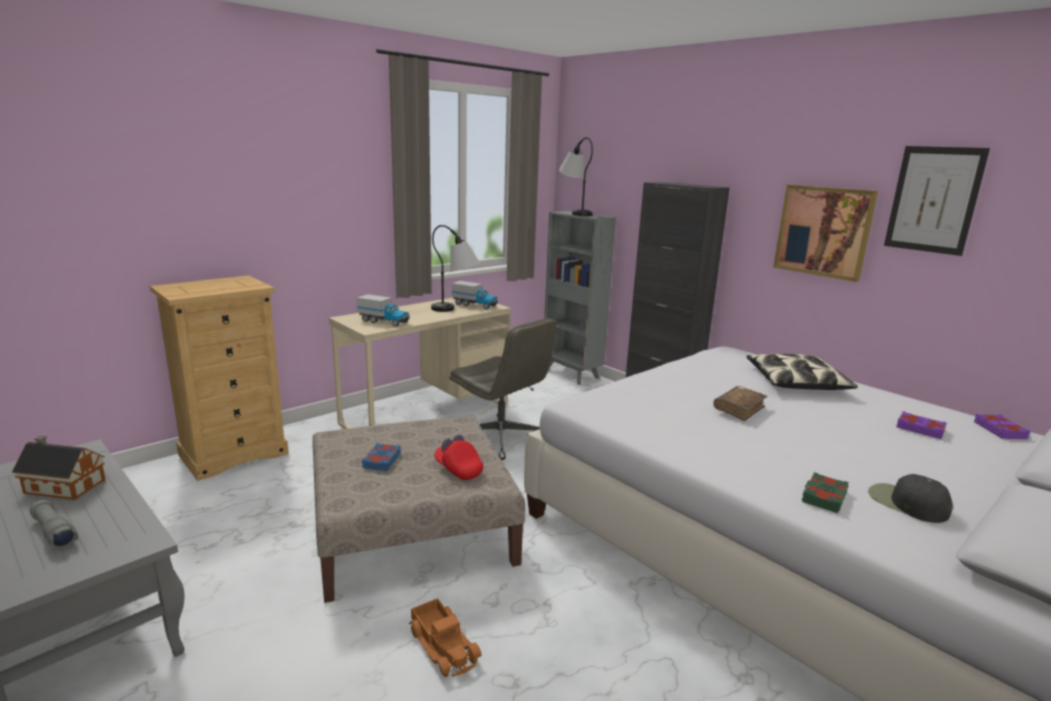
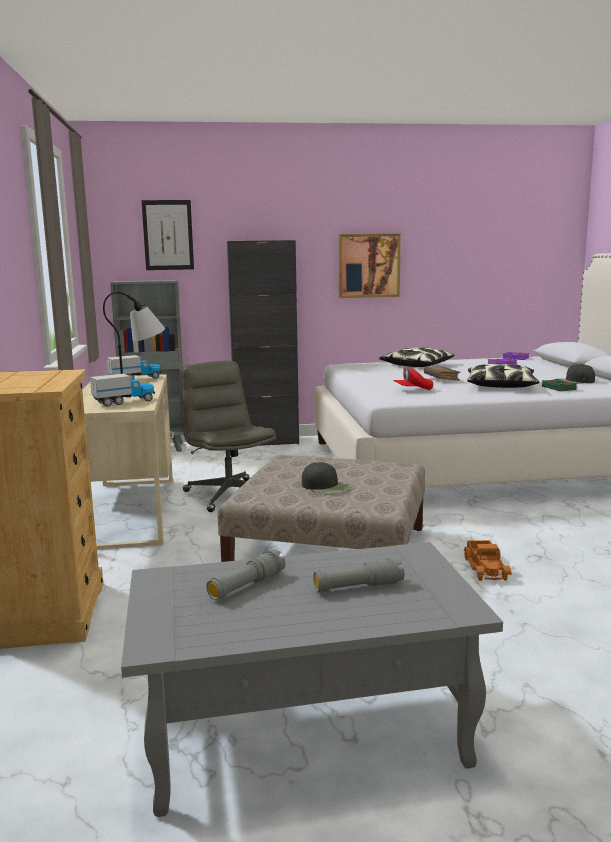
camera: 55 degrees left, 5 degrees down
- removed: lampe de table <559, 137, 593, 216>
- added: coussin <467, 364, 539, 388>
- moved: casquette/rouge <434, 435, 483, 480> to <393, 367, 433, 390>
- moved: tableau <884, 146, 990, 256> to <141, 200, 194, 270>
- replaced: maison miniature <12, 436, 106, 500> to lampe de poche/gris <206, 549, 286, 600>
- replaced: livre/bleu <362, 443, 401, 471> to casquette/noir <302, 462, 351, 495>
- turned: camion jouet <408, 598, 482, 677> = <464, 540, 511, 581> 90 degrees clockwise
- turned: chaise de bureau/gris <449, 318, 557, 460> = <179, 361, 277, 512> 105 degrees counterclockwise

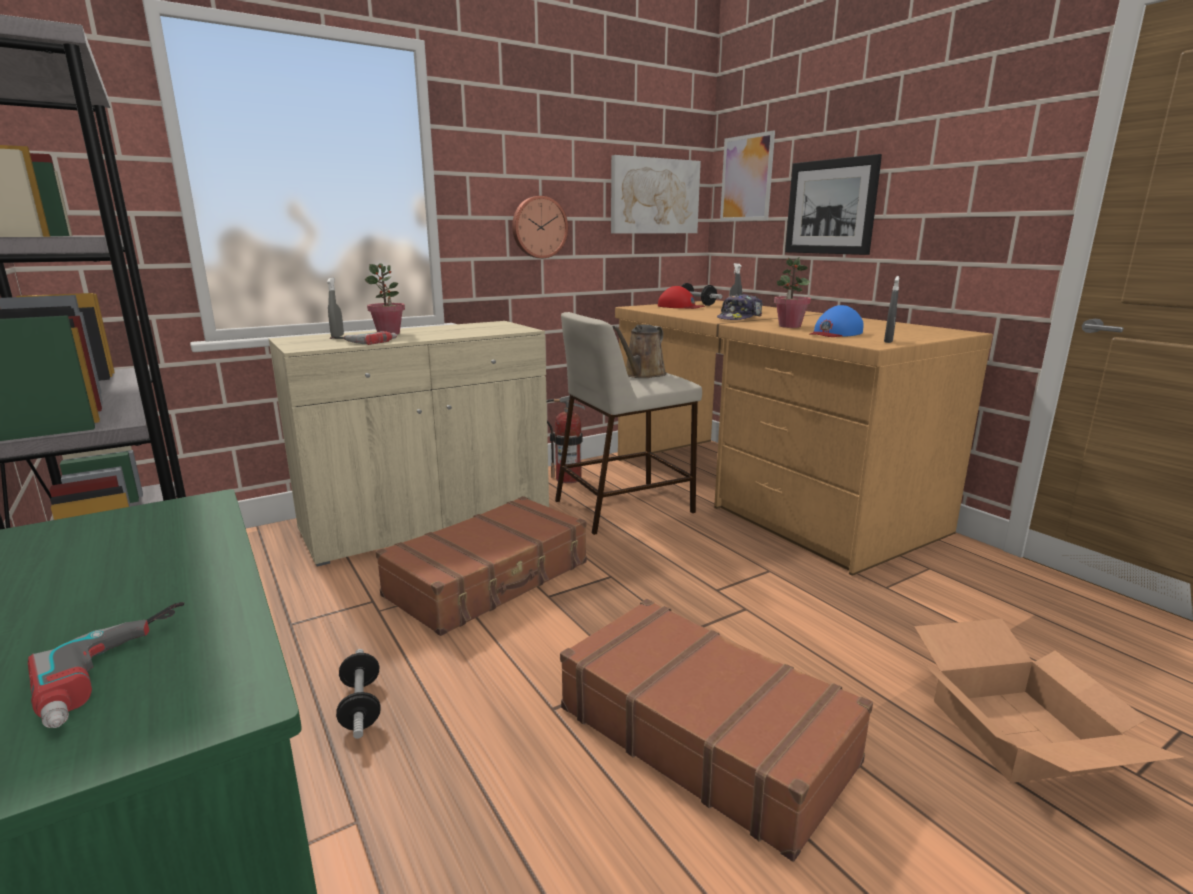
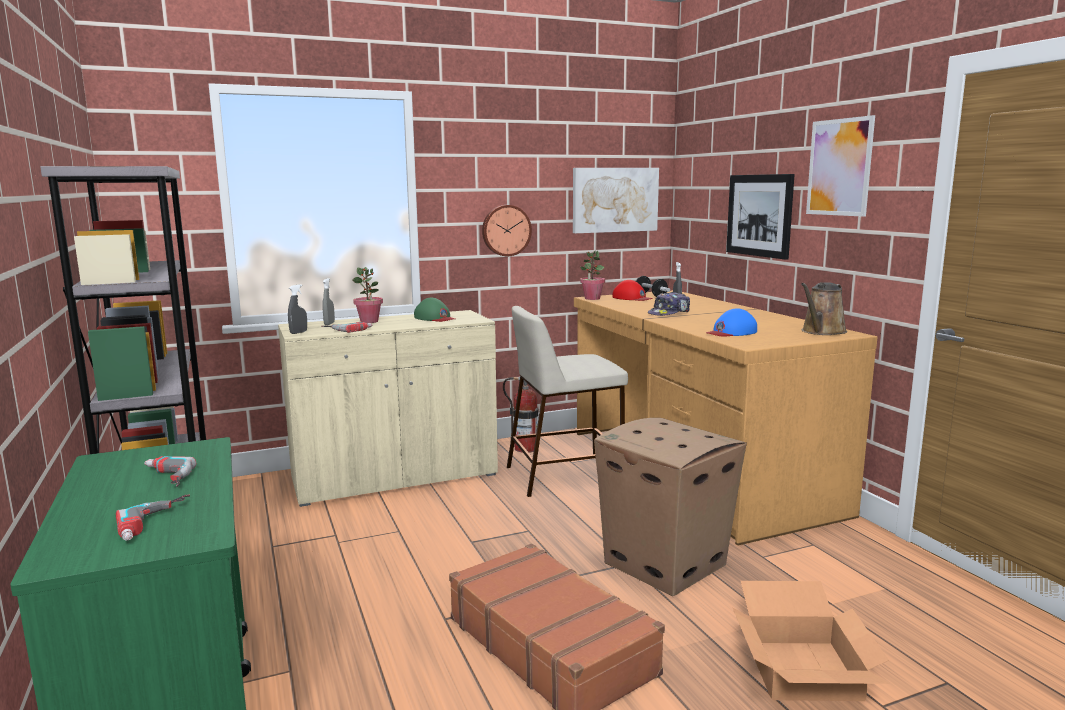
camera: 10 degrees right, 5 degrees down
- removed: haltère <336, 649, 381, 739>
- removed: valise/marron <376, 496, 587, 636>
- added: perceuse <144, 456, 196, 487>
- added: casquette/vert <414, 297, 455, 322>
- added: carton <594, 418, 747, 596>
- moved: arrosoir/marron <612, 325, 667, 378> to <801, 282, 847, 335>
- moved: tableau <720, 131, 775, 221> to <806, 115, 875, 217>
- moved: plante en pot <774, 258, 811, 328> to <580, 251, 605, 300>
- moved: vaporisateur/gris <884, 276, 899, 343> to <288, 284, 307, 334>

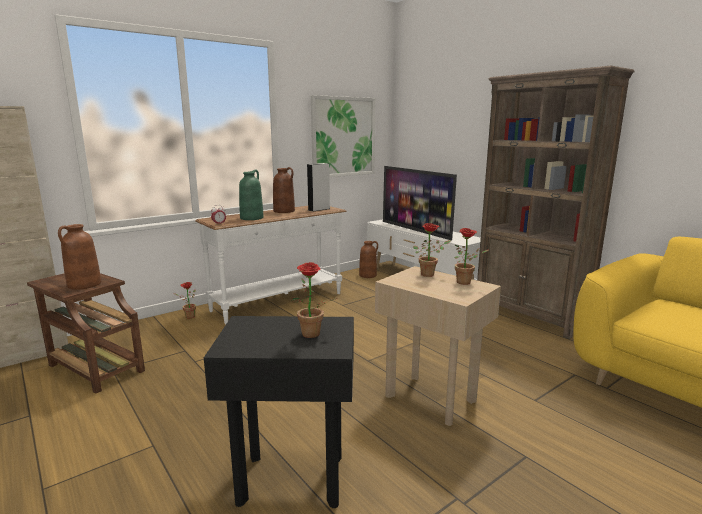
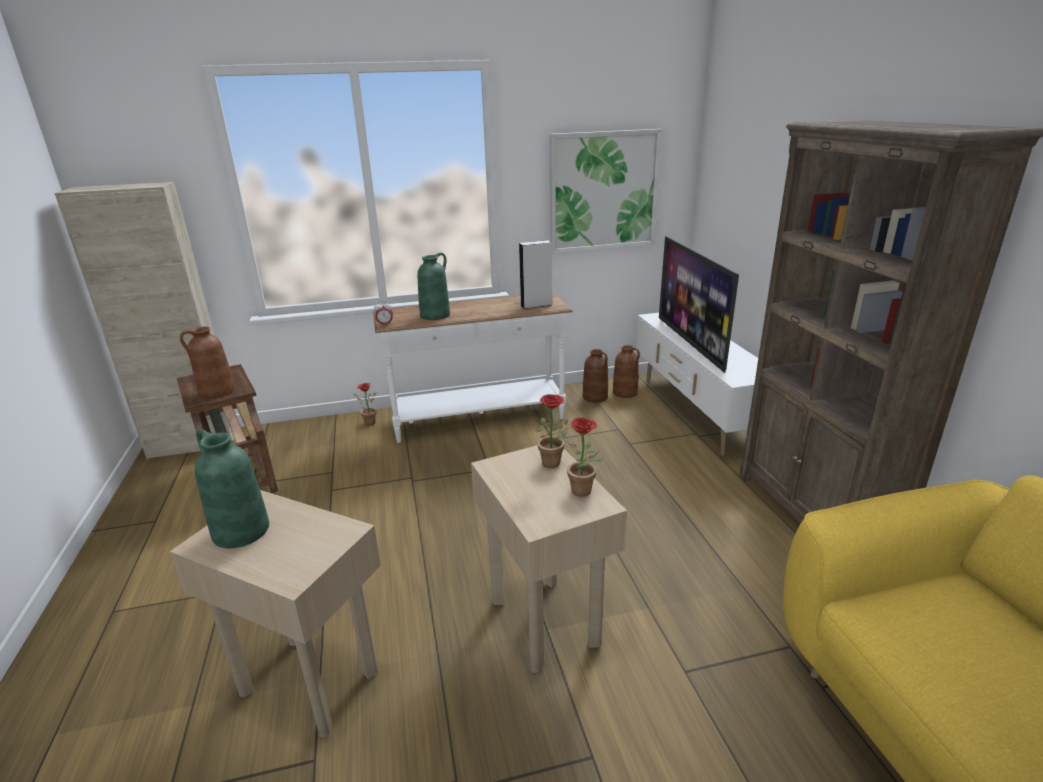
camera: 25 degrees right, 10 degrees up
- removed: plante en pot <291, 262, 337, 338>
- added: vase/vert <195, 429, 269, 548>
- moved: vase/marron <273, 167, 295, 213> to <583, 349, 608, 403>
- recoloured: table d'appoint/noir <204, 316, 354, 508> to table d'appoint/beige <170, 490, 381, 737>

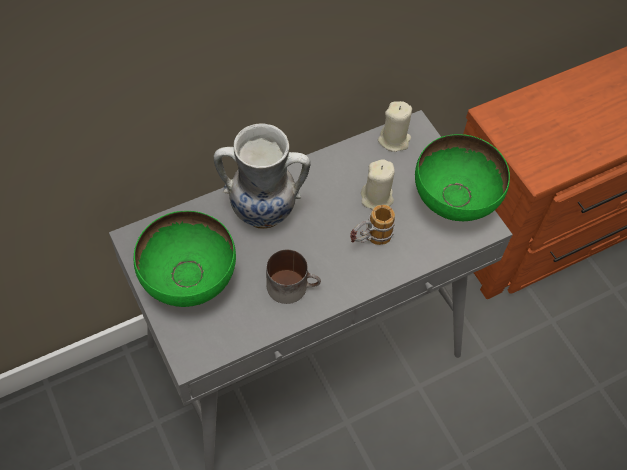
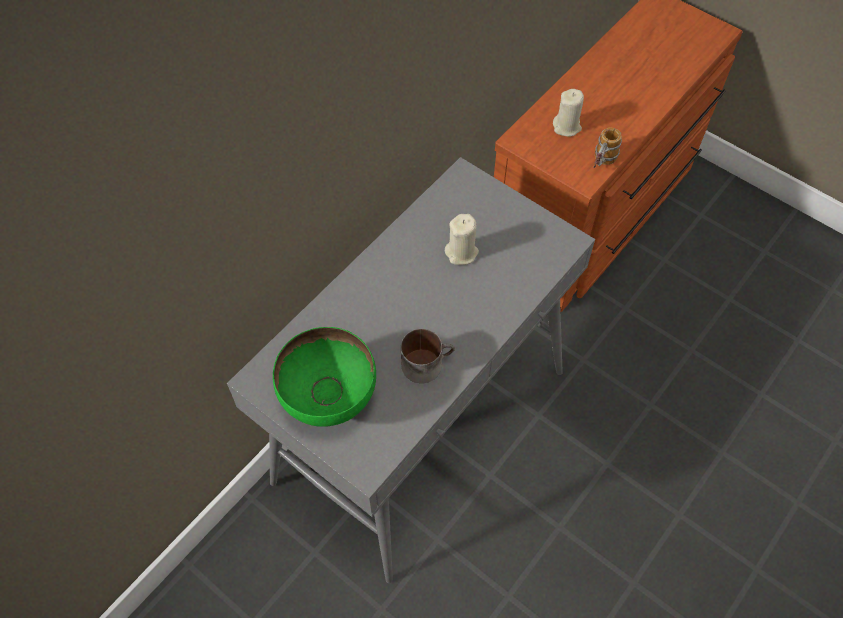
camera: 20 degrees left, 0 degrees up
- removed: vase <214, 123, 311, 229>
- removed: bol/vert <415, 134, 510, 221>
- moved: mug <350, 205, 396, 245> to <594, 128, 622, 168>
- moved: bougie/beige <378, 101, 412, 152> to <553, 89, 584, 137>

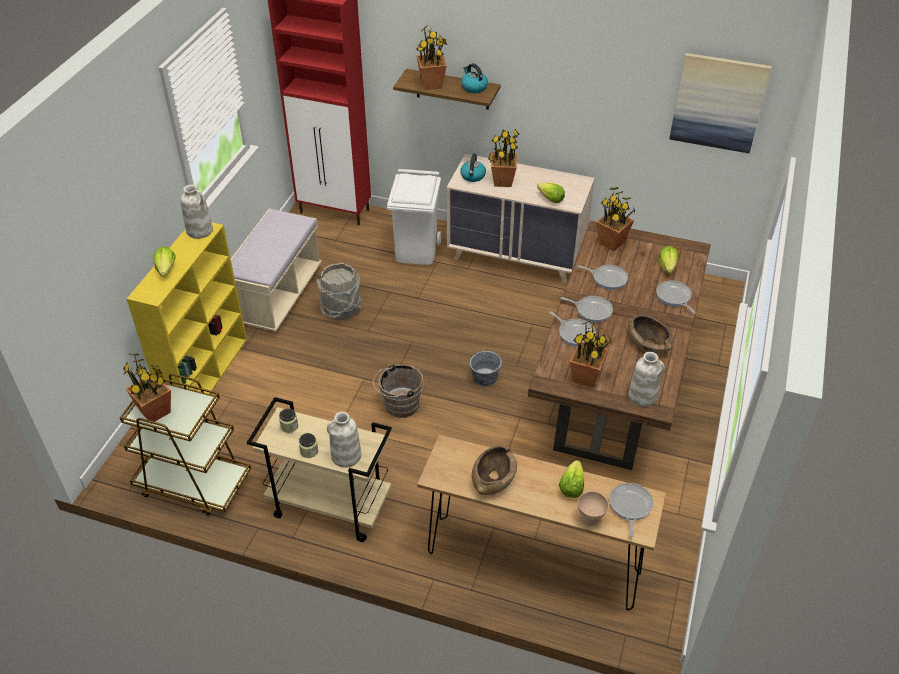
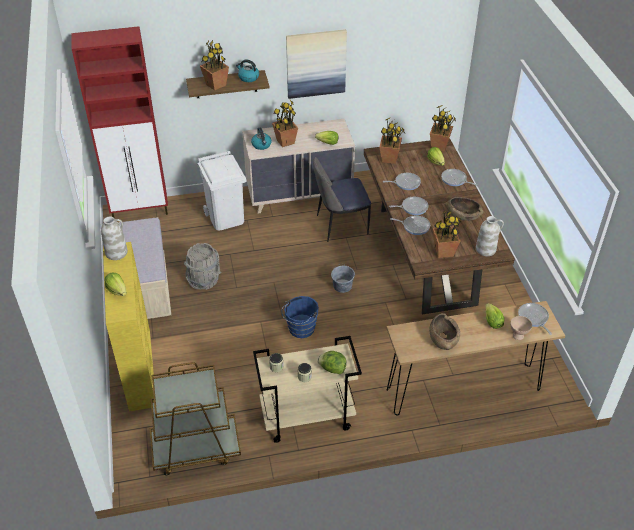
camera: 30 degrees left, 0 degrees up
- added: chaise <313, 157, 371, 242>
- moved: plante en pot <123, 354, 171, 424> to <430, 105, 456, 152>
- moved: tableau <669, 53, 772, 153> to <286, 29, 347, 99>
- replaced: vase/blanc <327, 412, 361, 468> to laitue <317, 351, 346, 374>
- recoloured: seau/marron <373, 364, 423, 418> to seau/bleu <282, 296, 319, 338>

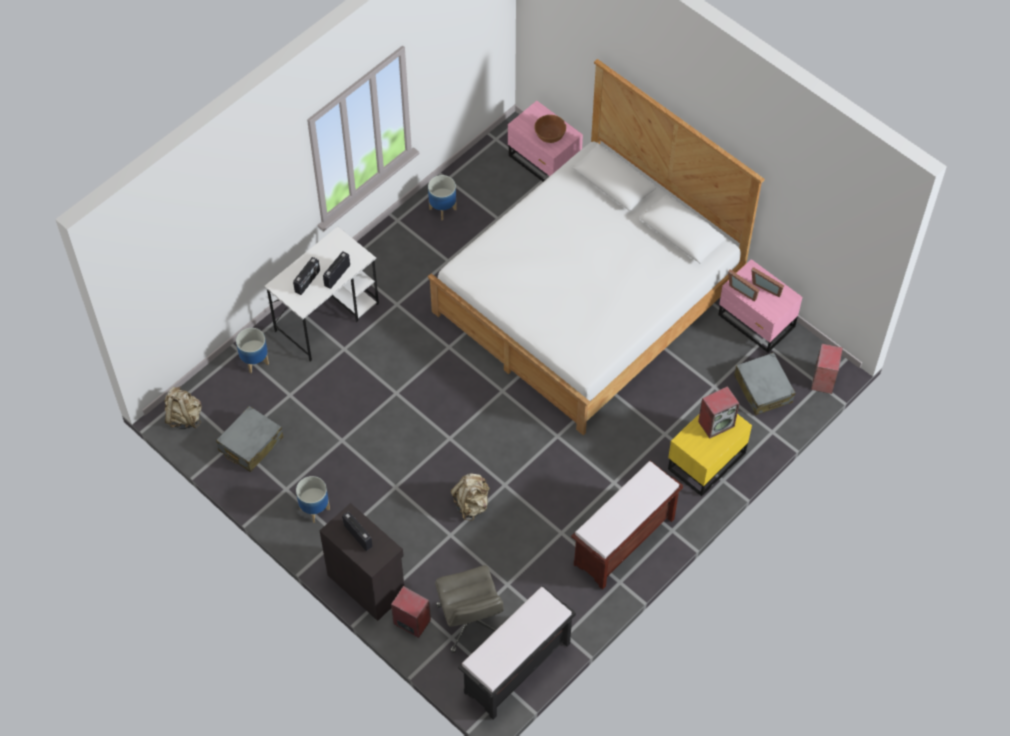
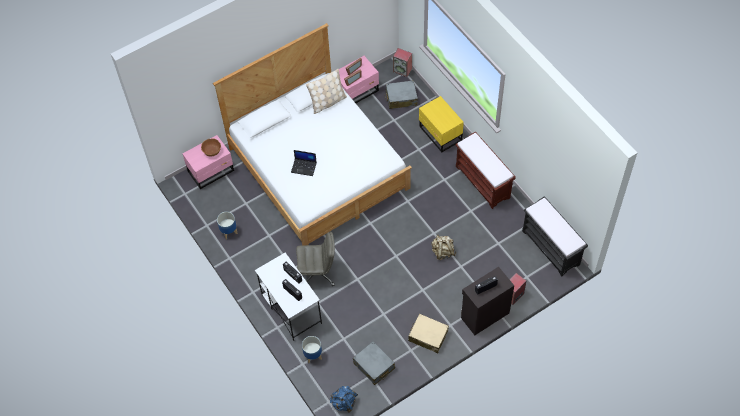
camera: 75 degrees left, 0 degrees up
- removed: enceinte <698, 386, 739, 438>
- added: ordinateur portable <291, 150, 317, 176>
- added: coussin/beige <306, 69, 347, 114>
- moved: chaise de bureau/gris <435, 565, 504, 653> to <296, 232, 335, 286>
- replaced: cache-pot <296, 476, 330, 523> to valise/beige <408, 314, 449, 353>
- recoloured: sac à dos/beige <164, 386, 202, 429> to sac à dos/bleu <330, 386, 358, 413>

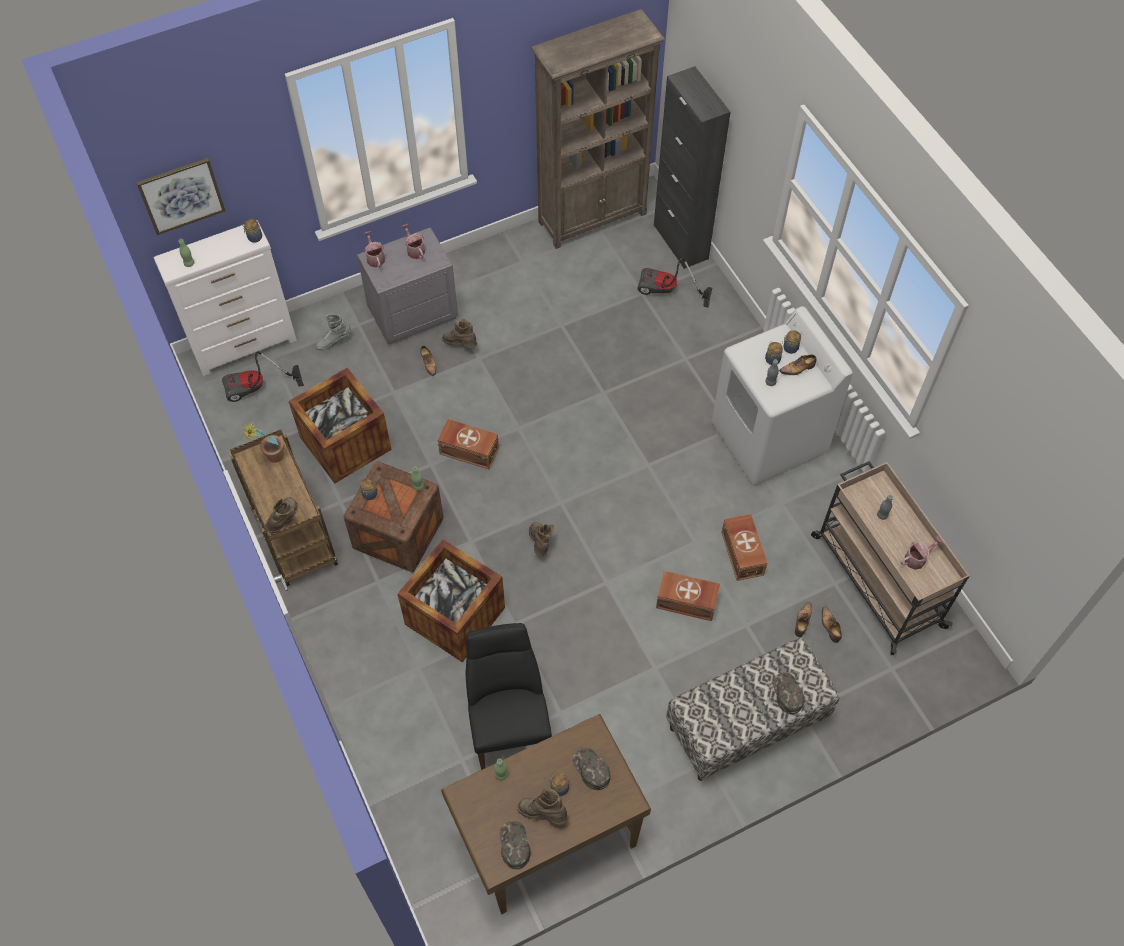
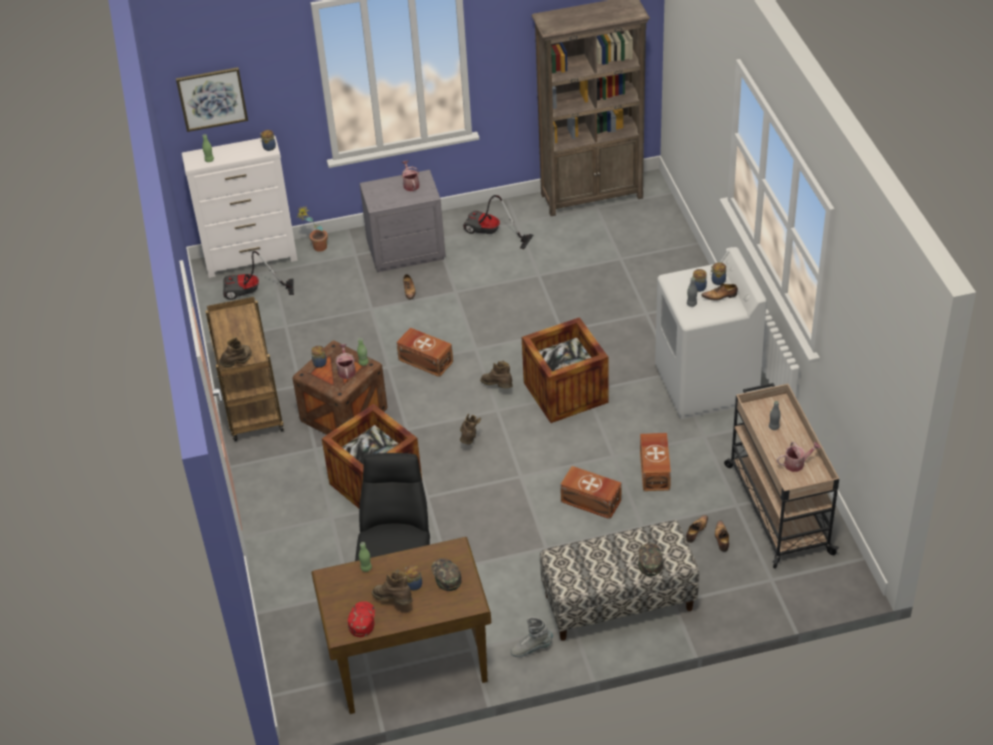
camera: 15 degrees right, 15 degrees down
- removed: meuble de rangement/noir <654, 66, 731, 269>
- moved: plante en pot <242, 421, 284, 463> to <297, 205, 328, 252>
- moved: caisse <289, 368, 392, 483> to <522, 317, 608, 423>
- moved: botte/gris <316, 314, 351, 350> to <510, 617, 553, 657>
- moved: arrosoir <363, 231, 385, 268> to <335, 344, 356, 379>
- moved: botte/marron <442, 319, 477, 348> to <480, 361, 513, 388>
- moved: aspirateur <638, 258, 712, 308> to <463, 195, 533, 249>
- recoloured: casquette/vert <500, 821, 531, 869> to casquette/rouge <348, 601, 375, 637>

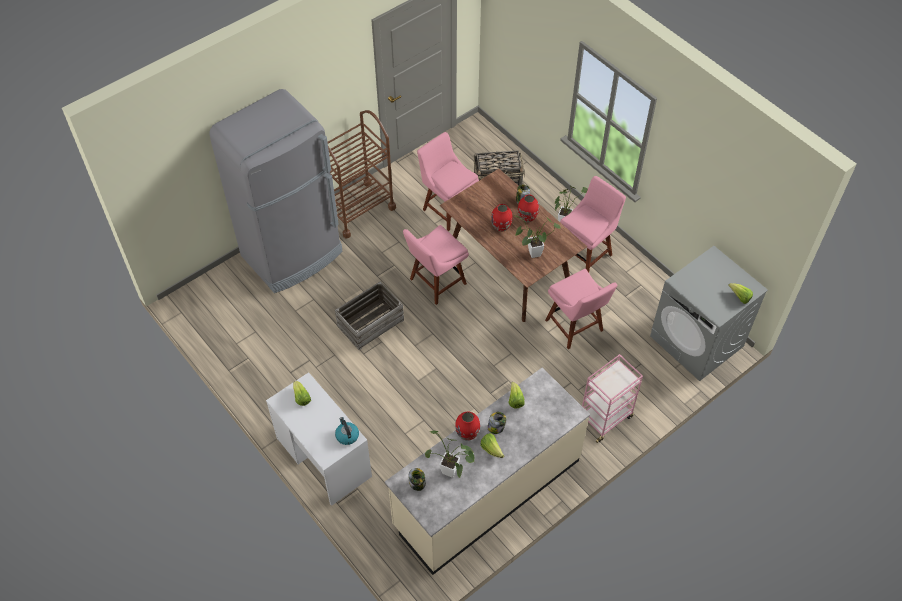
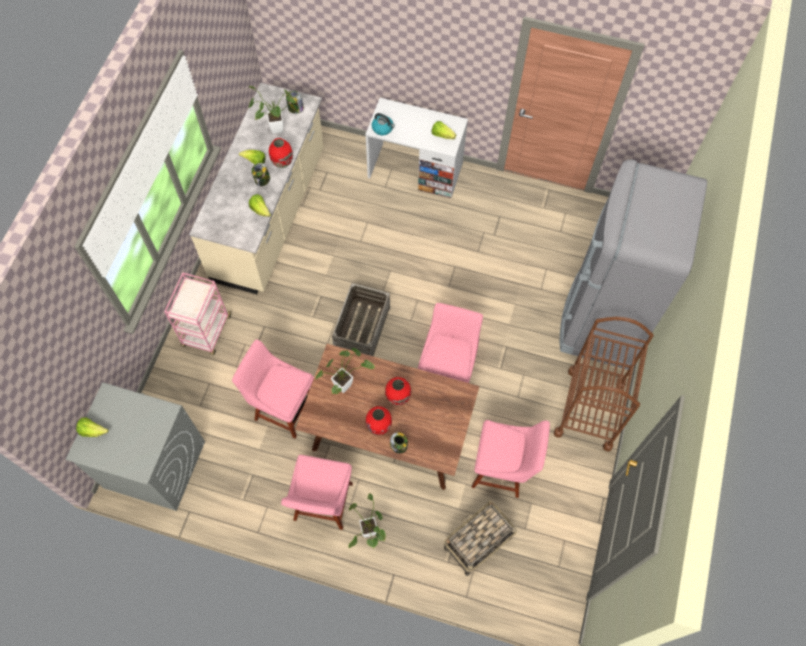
camera: 145 degrees right, 10 degrees up
- moved: caisse <335, 281, 404, 350> to <332, 283, 391, 357>

